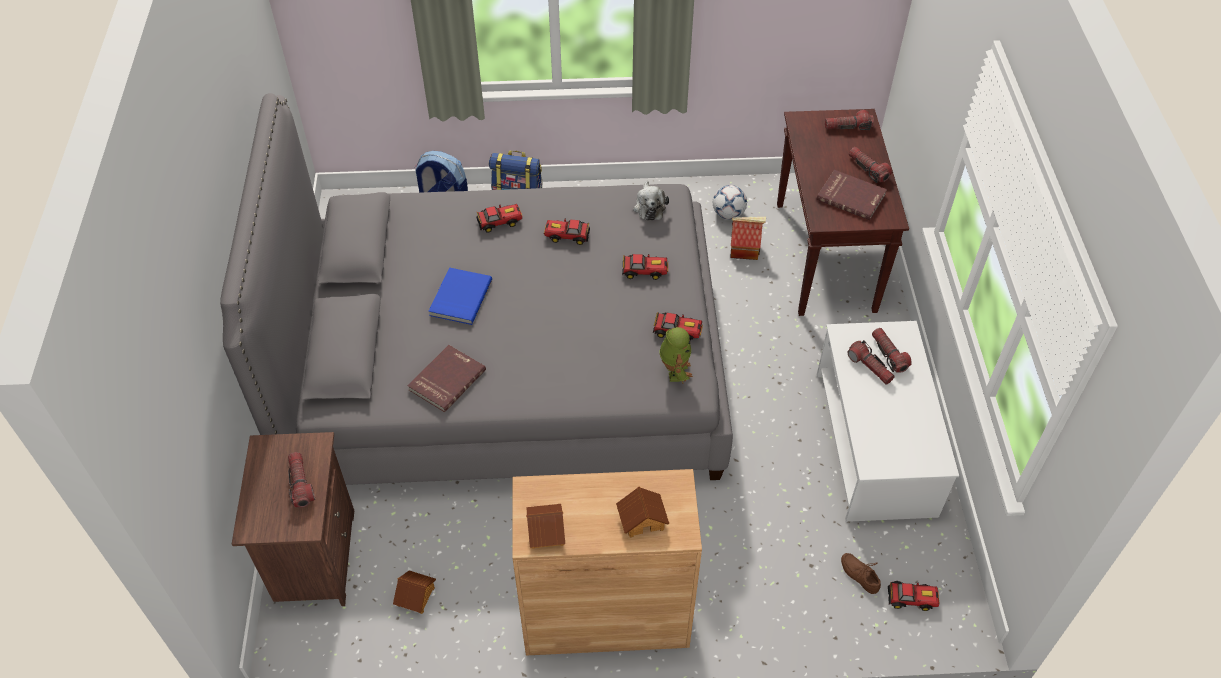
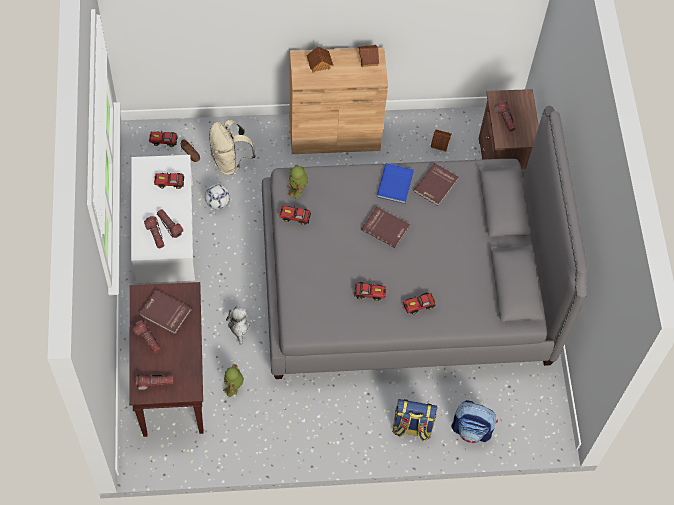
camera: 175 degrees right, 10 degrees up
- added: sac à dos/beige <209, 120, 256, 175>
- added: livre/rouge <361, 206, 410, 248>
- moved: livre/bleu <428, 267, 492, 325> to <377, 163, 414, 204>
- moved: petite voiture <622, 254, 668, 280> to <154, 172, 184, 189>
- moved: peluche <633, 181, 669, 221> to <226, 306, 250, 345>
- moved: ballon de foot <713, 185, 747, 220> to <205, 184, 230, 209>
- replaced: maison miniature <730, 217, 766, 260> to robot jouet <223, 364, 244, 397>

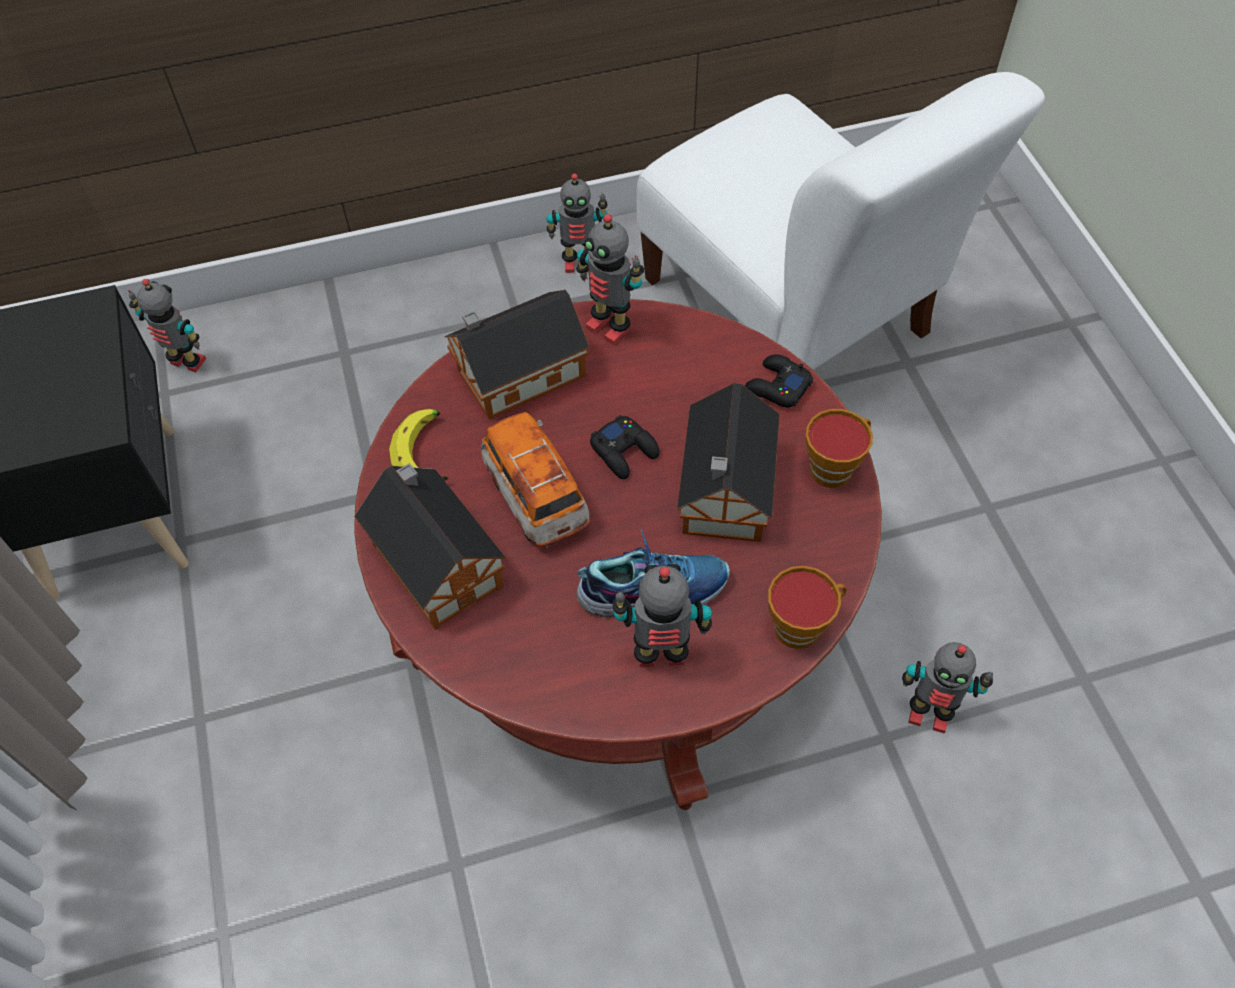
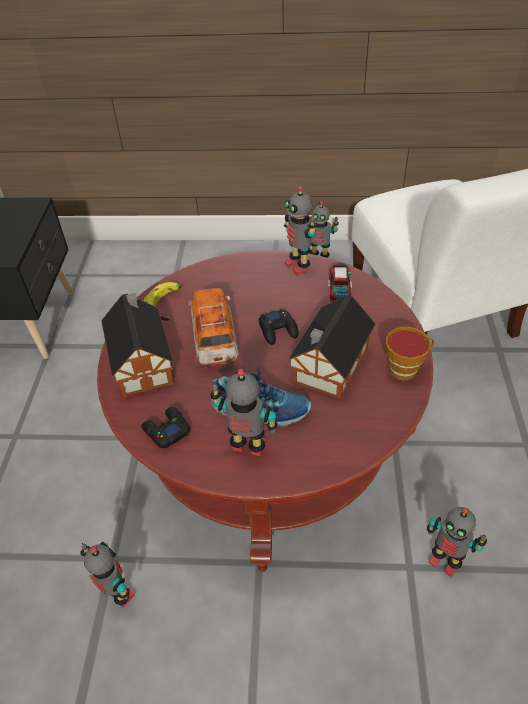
camera: 20 degrees right, 10 degrees down
- removed: maison miniature <444, 290, 590, 419>
- removed: tasse <768, 566, 846, 649>
- added: camion jouet <328, 264, 352, 302>
- moved: robot jouet <128, 279, 206, 372> to <80, 542, 135, 608>
- moved: manette/noir <745, 354, 813, 408> to <142, 407, 190, 448>

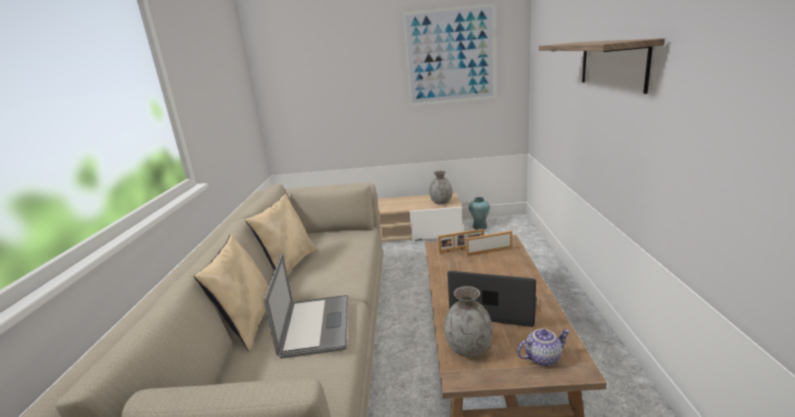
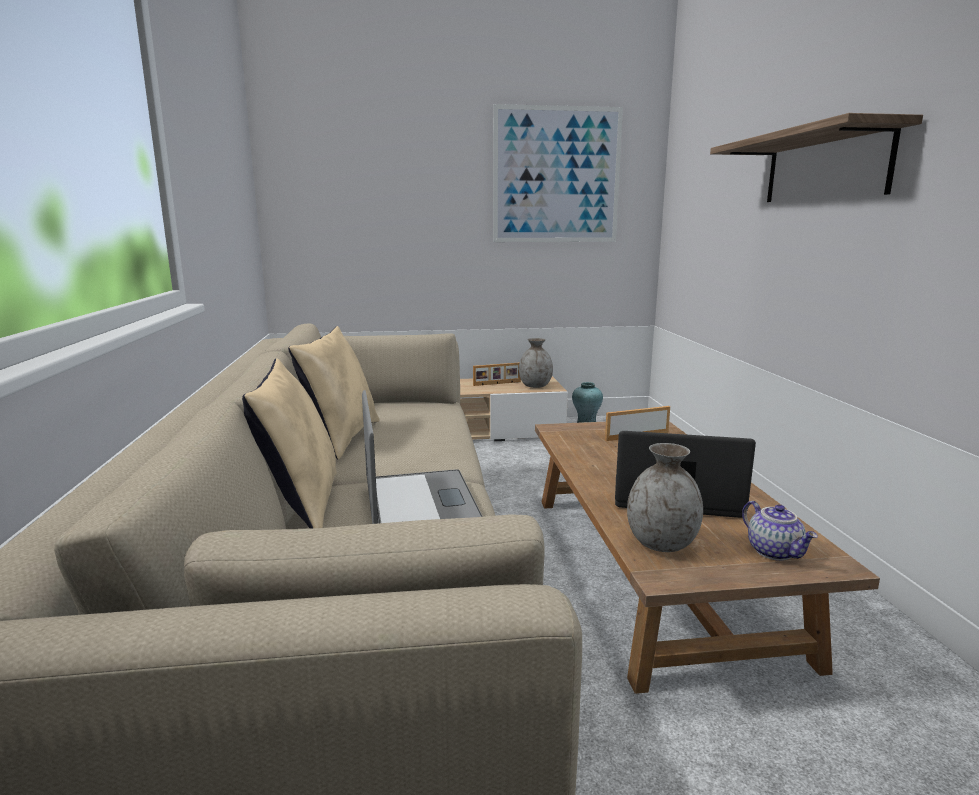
camera: 10 degrees left, 5 degrees down
- moved: cadre photo <438, 229, 484, 254> to <473, 362, 521, 386>
- turned: théière <517, 329, 570, 366> = <742, 501, 818, 561> 90 degrees clockwise

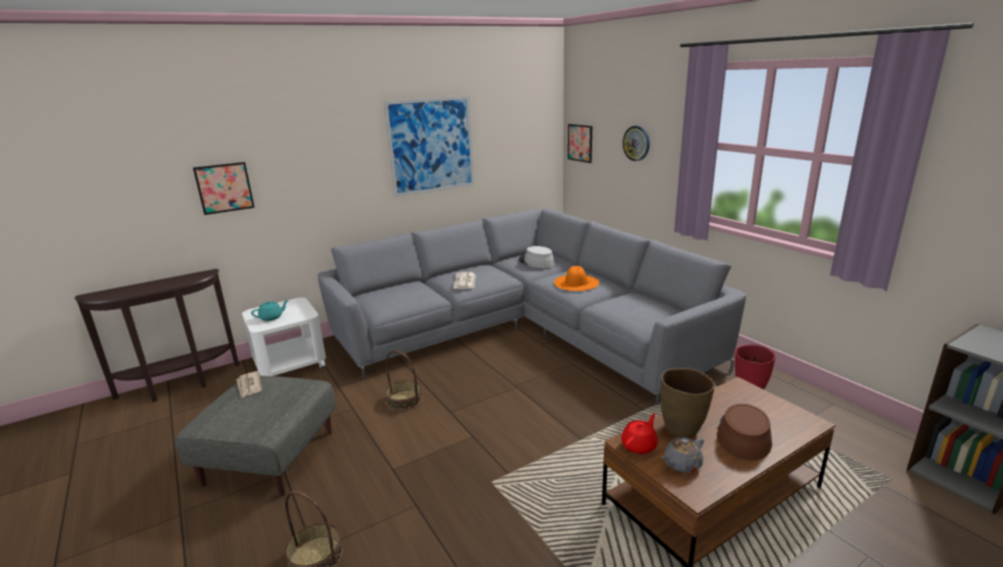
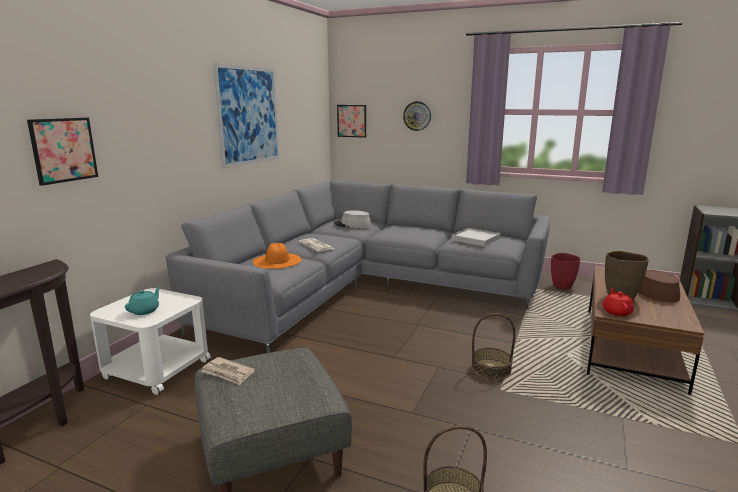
camera: 35 degrees left, 5 degrees down
- removed: théière/gris <662, 437, 704, 473>
- added: plateau/blanc <451, 228, 500, 246>
- moved: panier <385, 350, 422, 411> to <471, 313, 515, 380>
- moved: chapeau/orange <554, 266, 599, 291> to <253, 243, 302, 269>

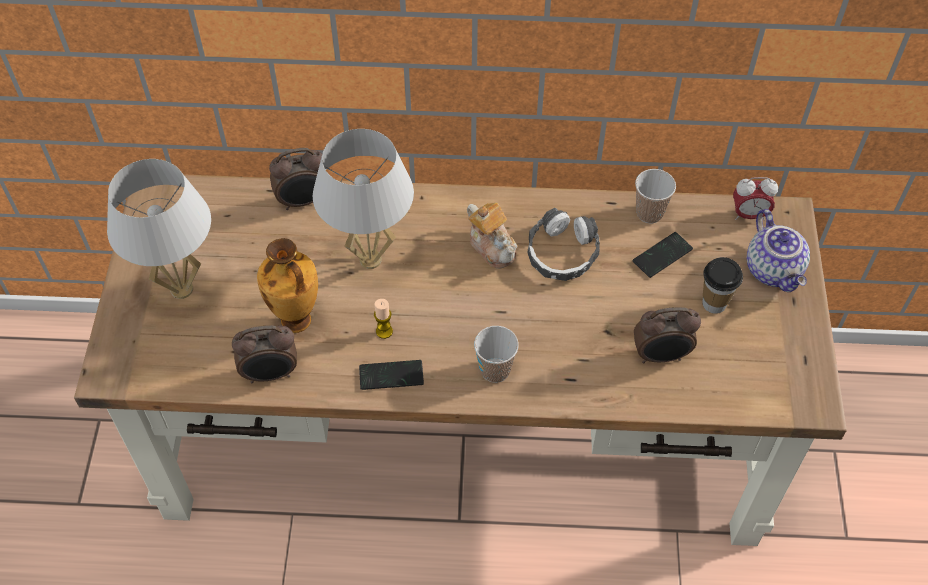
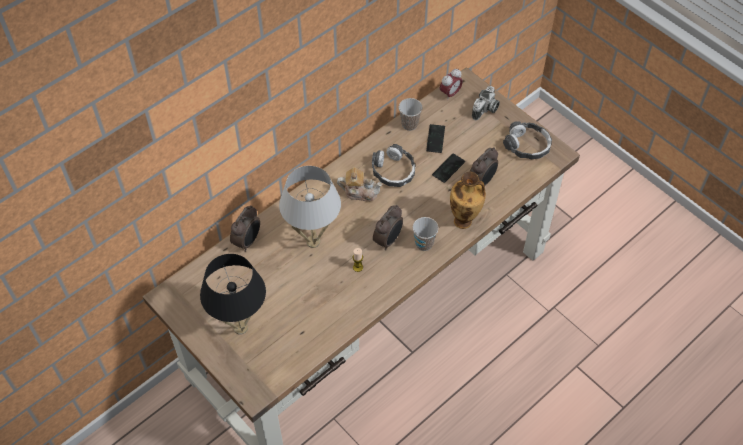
camera: 45 degrees left, 0 degrees up
- removed: tasse <702, 257, 743, 314>
- added: casque audio <503, 121, 552, 159>
- moved: réveil <232, 325, 297, 384> to <373, 205, 403, 250>
- moved: vase <257, 238, 318, 333> to <450, 172, 486, 229>
- moved: téléphone <359, 360, 424, 390> to <432, 153, 465, 183>
- replaced: théière <747, 209, 810, 292> to appareil photo <472, 86, 500, 120>
- recoloured: lampe de table/blanc <107, 159, 211, 299> to lampe de table/noir <200, 254, 266, 335>

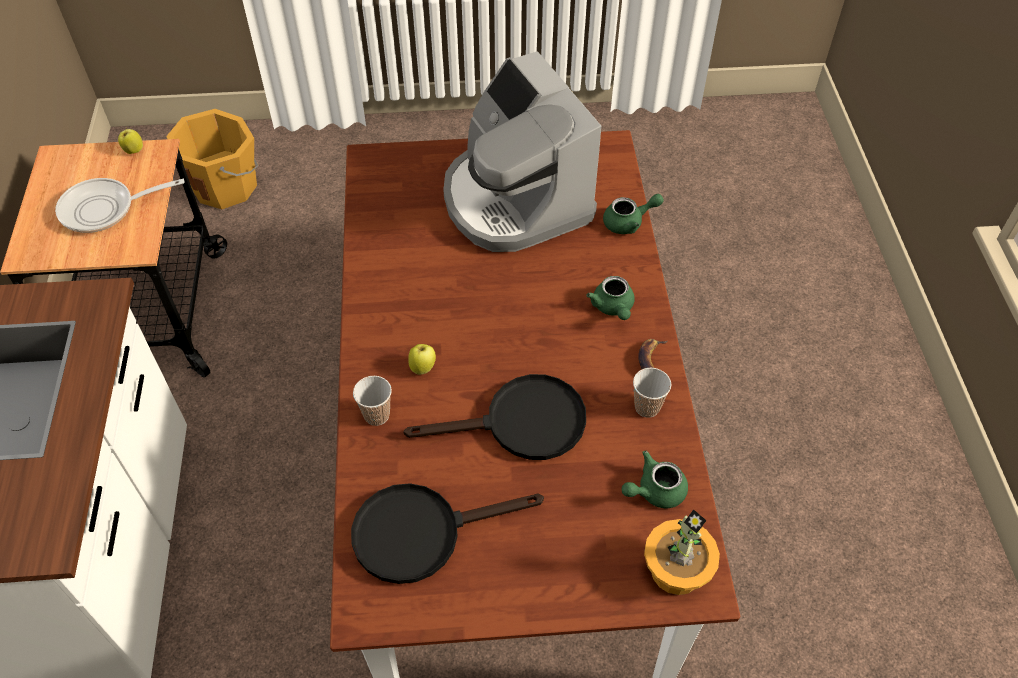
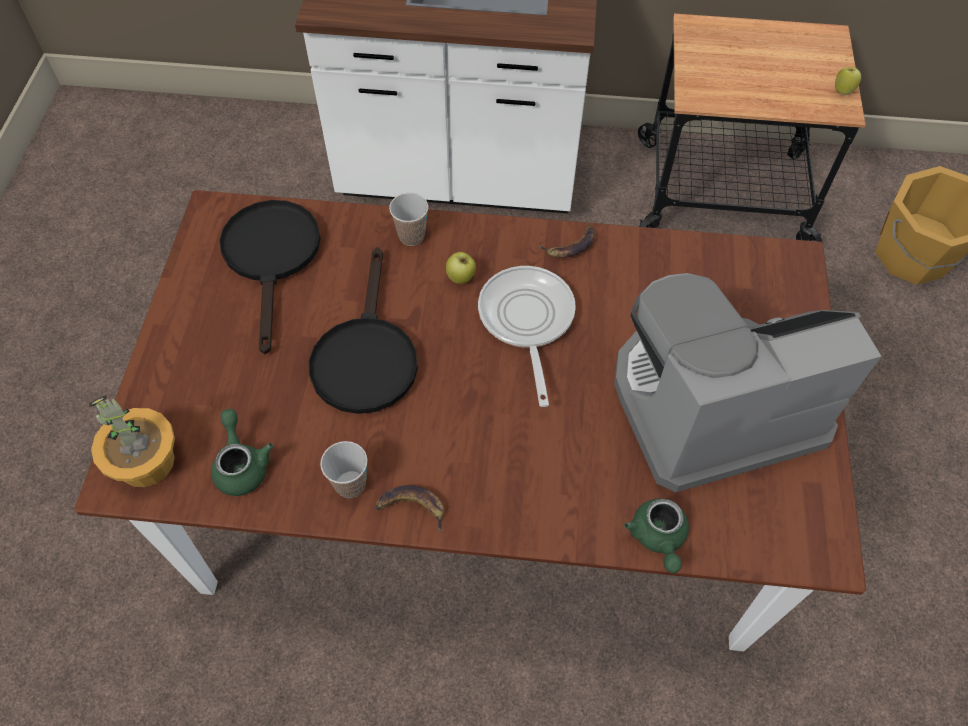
camera: 100 degrees right, 5 degrees up
- removed: théière/vert <587, 276, 635, 320>
- added: banane <538, 225, 596, 258>
- moved: poêle <55, 178, 185, 233> to <478, 266, 576, 407>

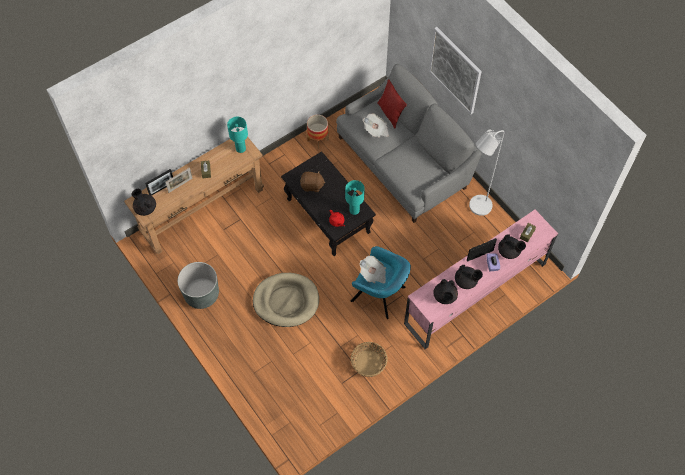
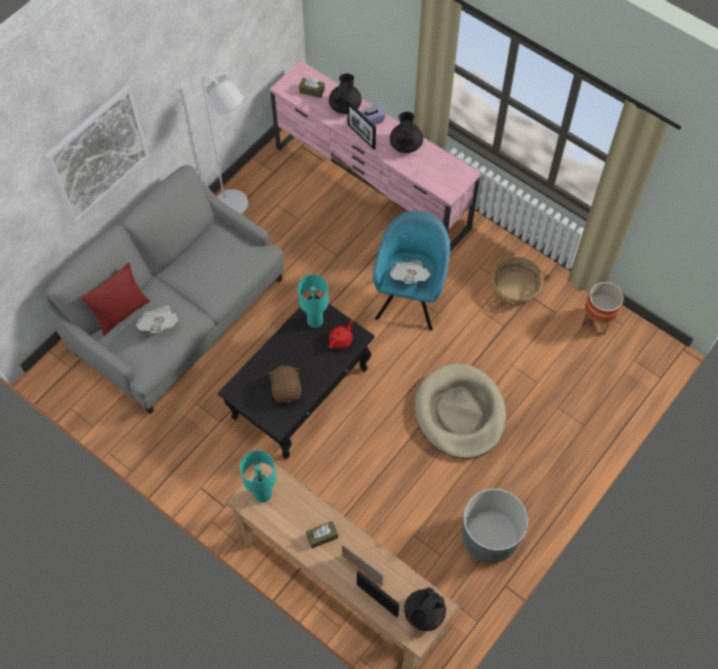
camera: 105 degrees left, 0 degrees up
- removed: théière/noir <433, 279, 458, 304>
- moved: cache-pot <307, 115, 329, 149> to <581, 282, 624, 335>

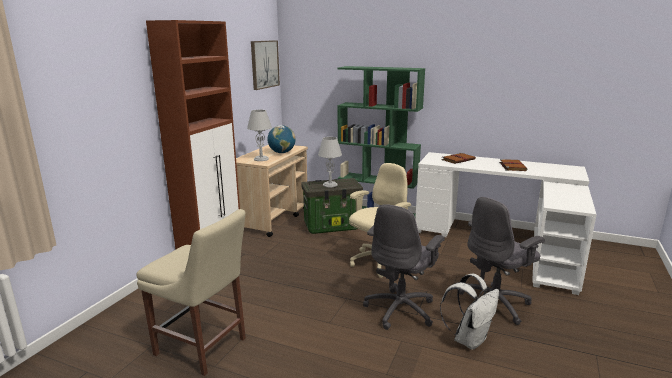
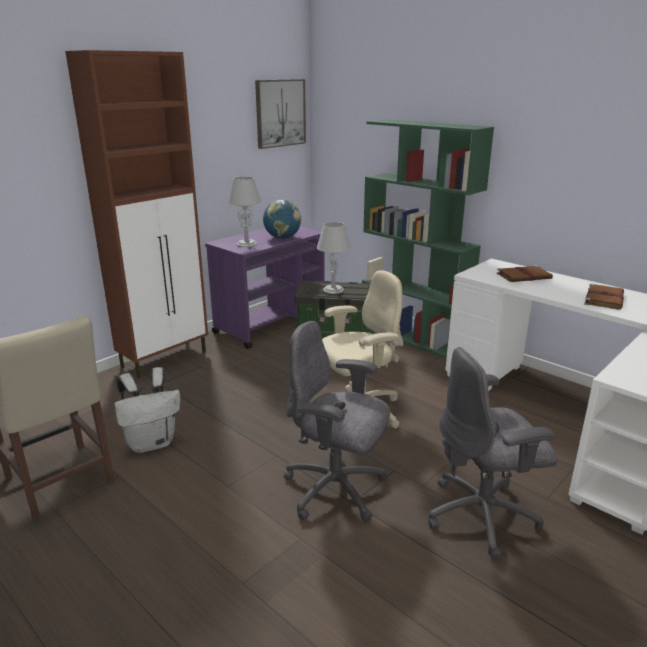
camera: 20 degrees right, 5 degrees up
- moved: sac à dos/blanc <440, 274, 499, 350> to <114, 367, 180, 453>
- recoloured: chariot/beige <236, 145, 308, 237> to chariot/violet <205, 226, 325, 349>
- turned: chaise de bureau/gris <363, 204, 445, 330> = <284, 321, 390, 521> 60 degrees clockwise

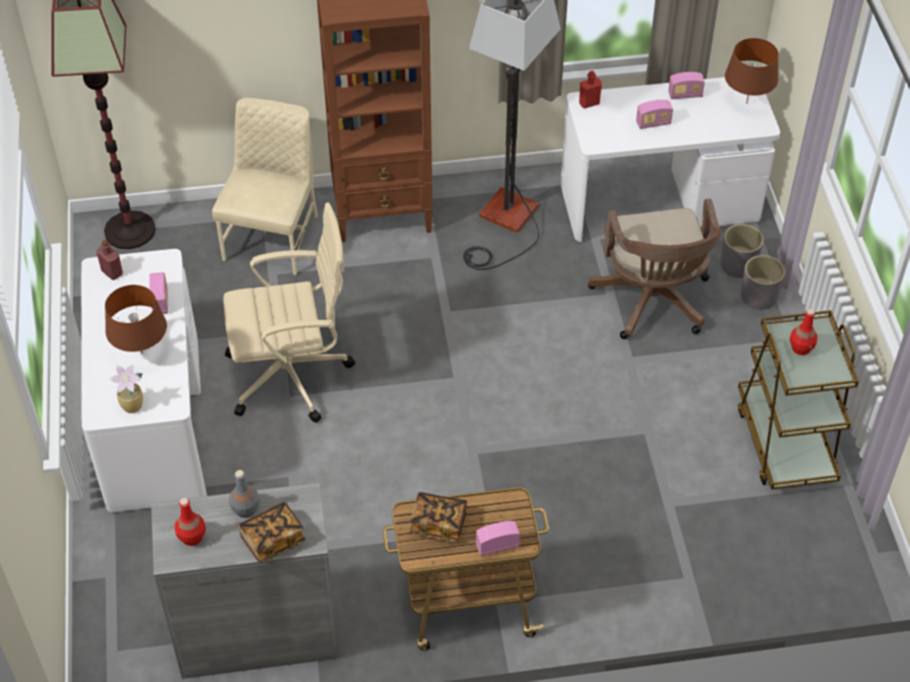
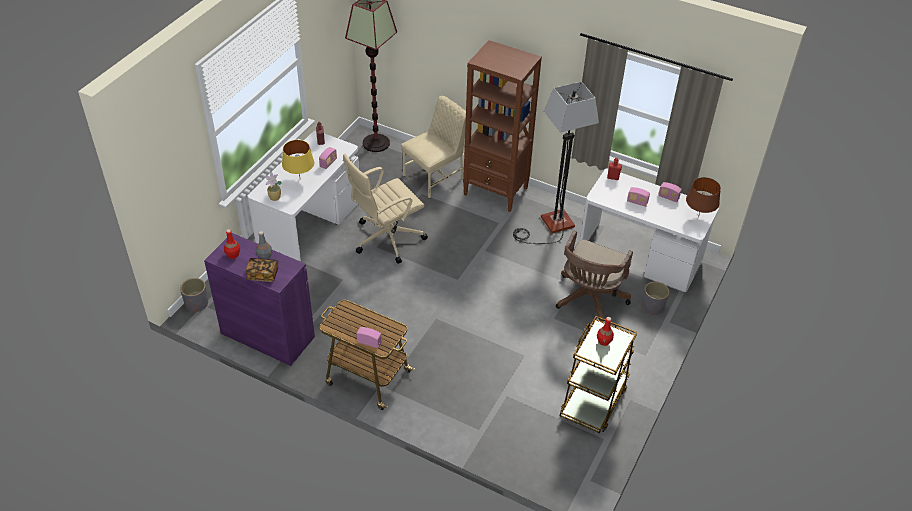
camera: 35 degrees right, 5 degrees down
- removed: livre <410, 492, 467, 542>
- moved: cache-pot/gris <741, 255, 785, 310> to <180, 278, 208, 312>
- recoloured: lampe de table/marron <105, 285, 167, 354> to lampe de table/jaune <282, 140, 314, 177>
- recoloured: meuble de rangement/gris <151, 482, 340, 679> to meuble de rangement/violet <204, 233, 315, 366>
- turned: chaise de bureau/beige <223, 203, 355, 423> = <343, 154, 428, 264> 120 degrees clockwise

